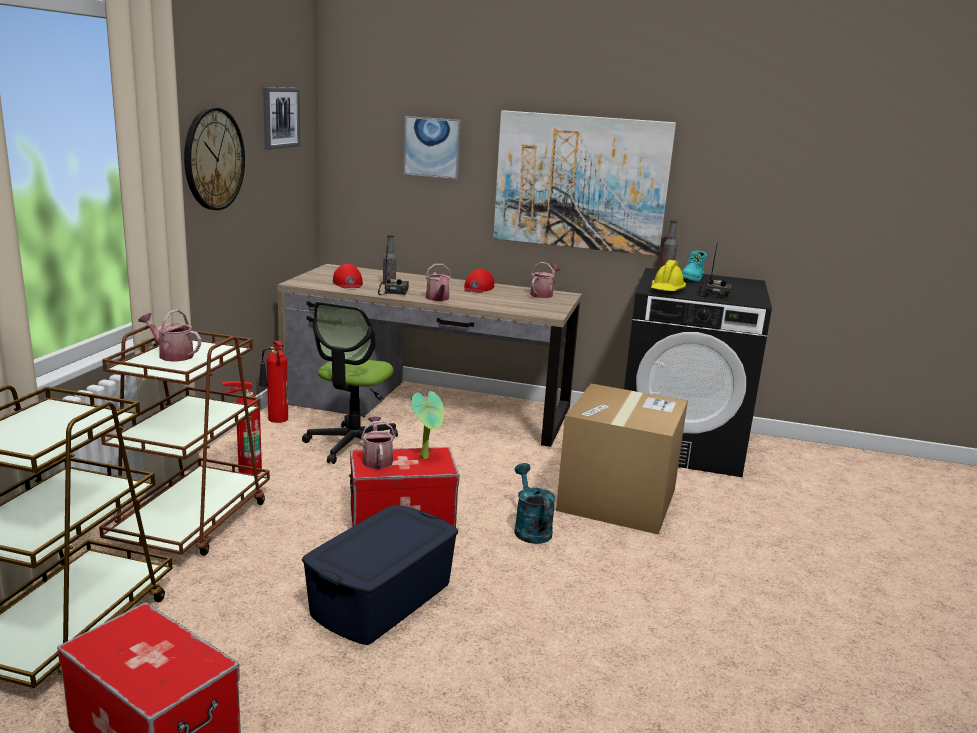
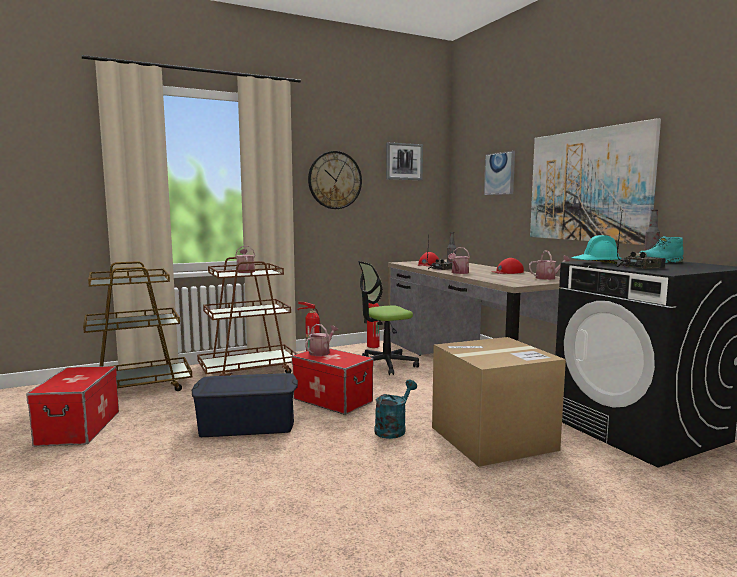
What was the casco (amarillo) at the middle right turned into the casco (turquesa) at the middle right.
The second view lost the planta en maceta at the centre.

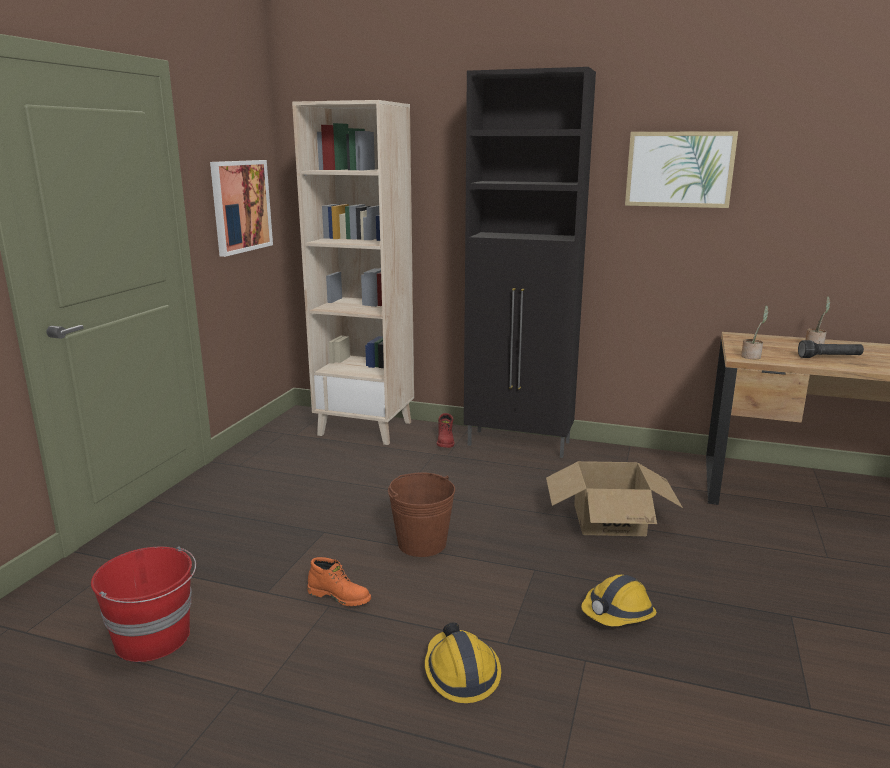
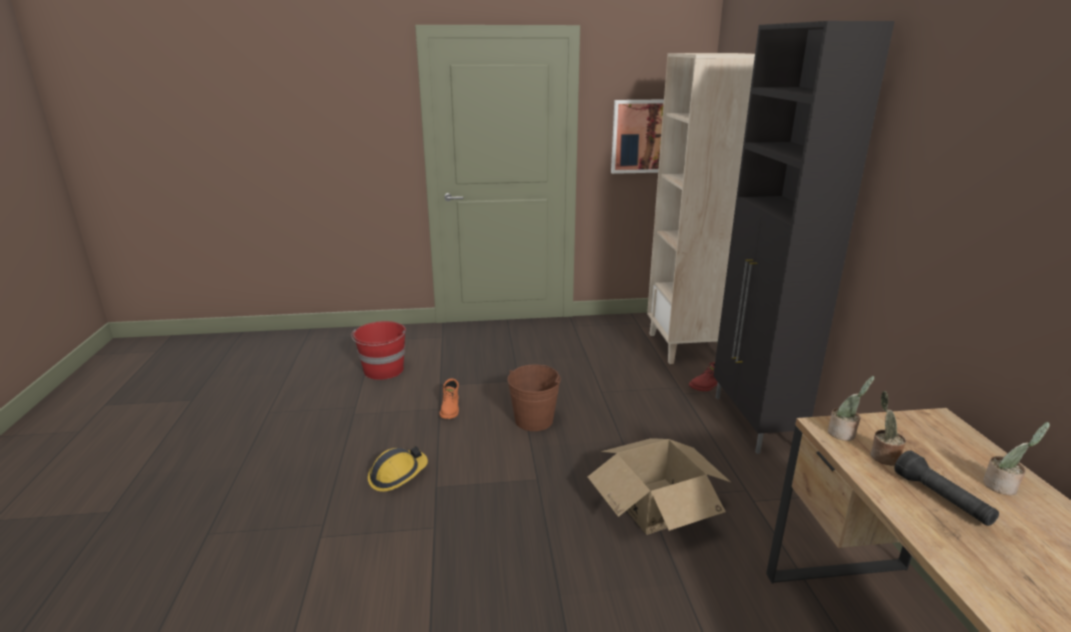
The second view lost the cuadro (no. 2 from left) at the top right.
The second view lost the casco (no. 2 from left) at the bottom right.
The second view gained the planta en maceta (no. 2 from left) at the bottom right.

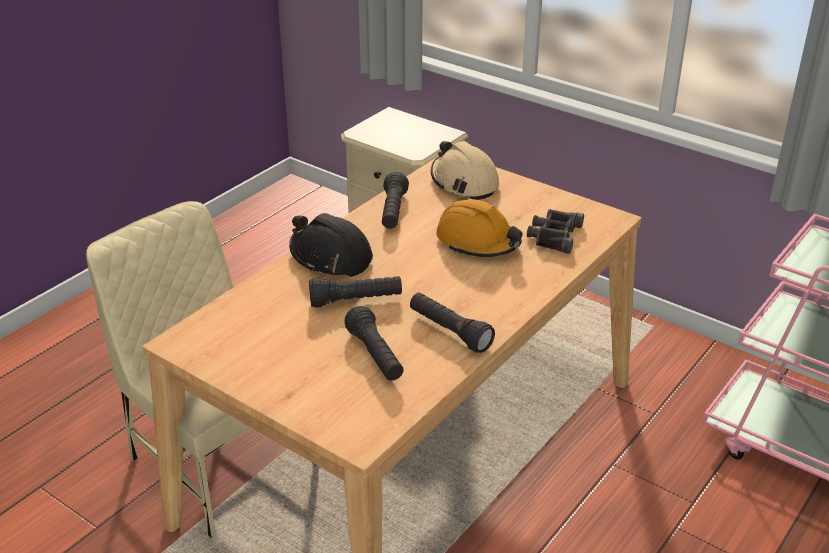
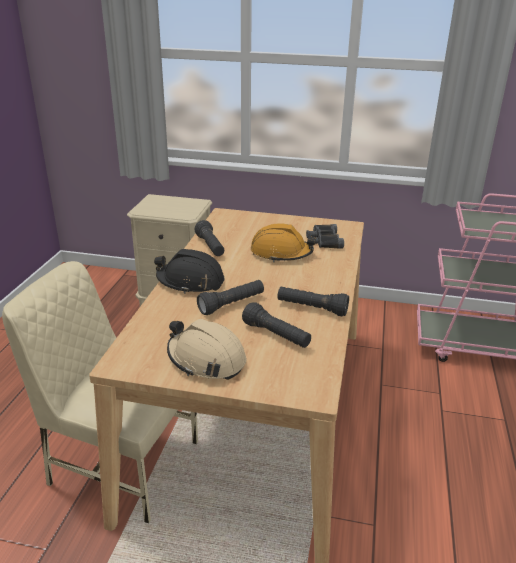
The casco (beis) ended up elsewhere, having gone from the top centre to the centre.

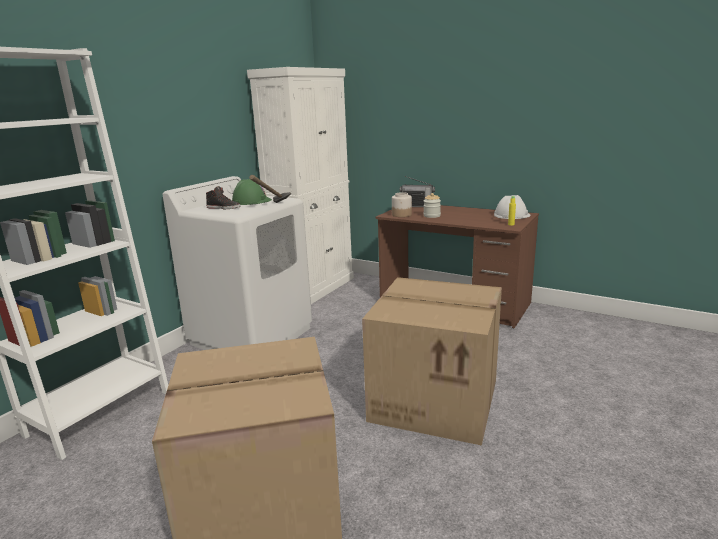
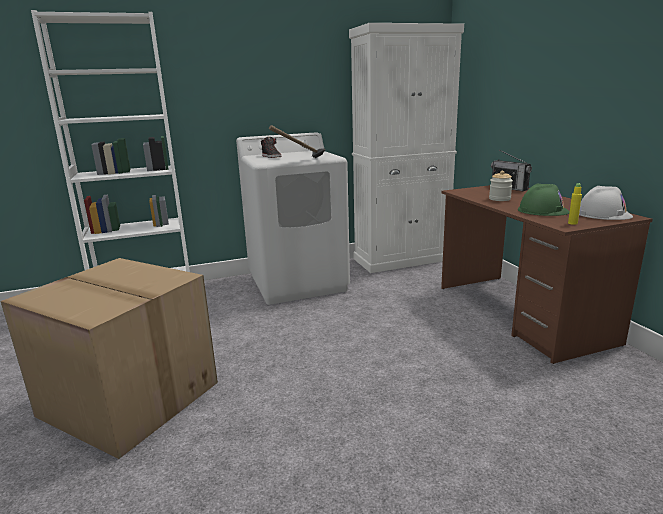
The casco (verde) ended up elsewhere, having gone from the centre to the middle right.
The second view lost the tarro (no. 1 from left) at the centre.
The second view lost the caja de cartón (no. 2 from left) at the bottom centre.

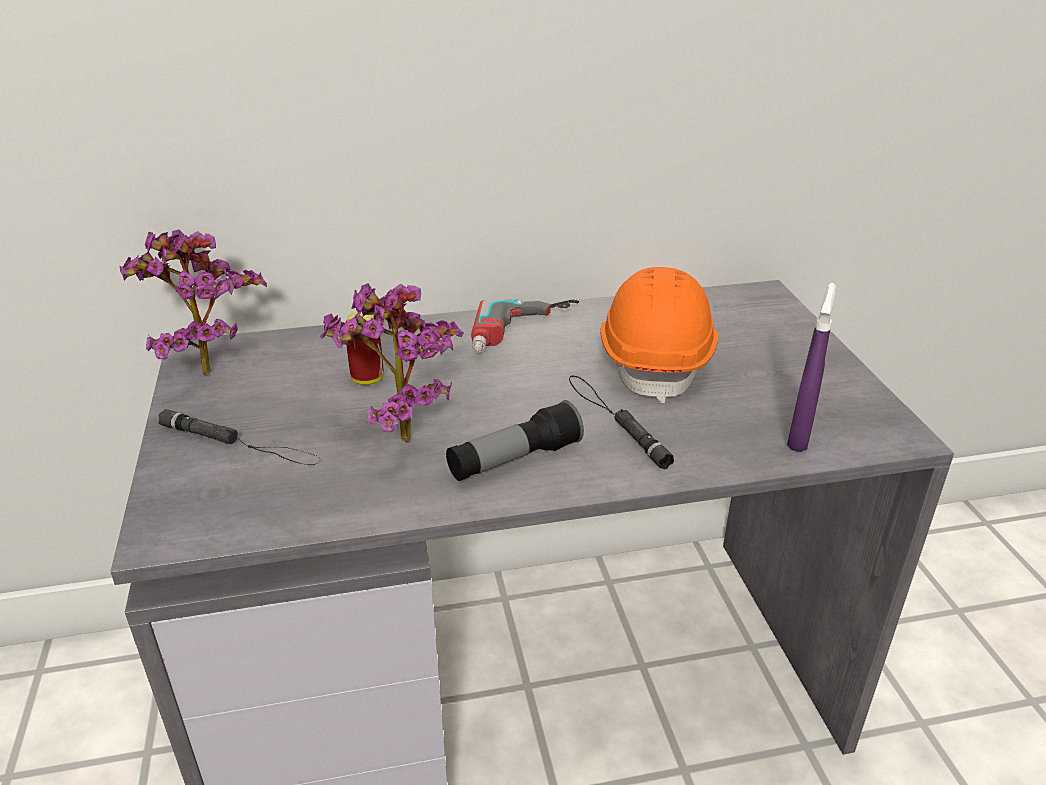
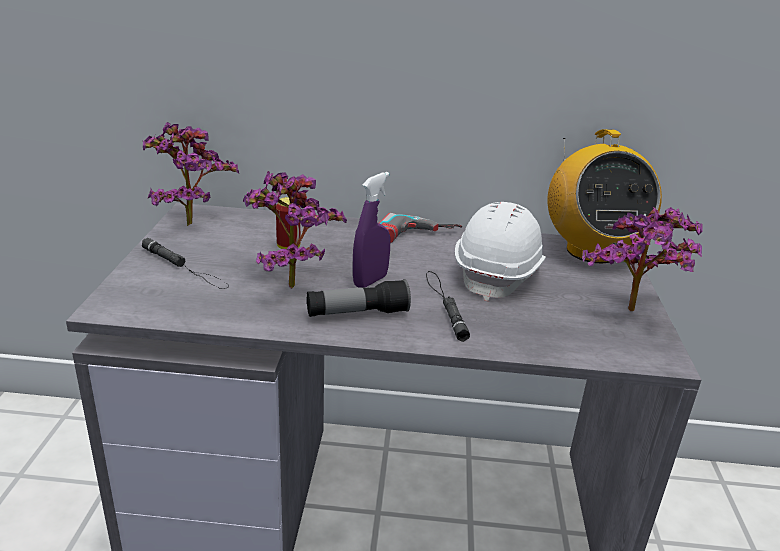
What was the casco (naranja) at the centre turned into the casco (blanco) at the centre.
The pulverizador (morado) ended up elsewhere, having gone from the middle right to the centre.
The second view gained the radio at the middle right.
The second view gained the planta en maceta (no. 3 from left) at the middle right.

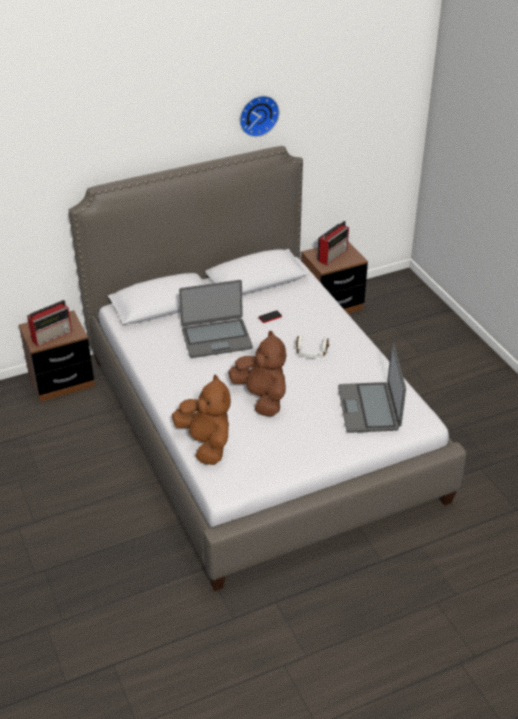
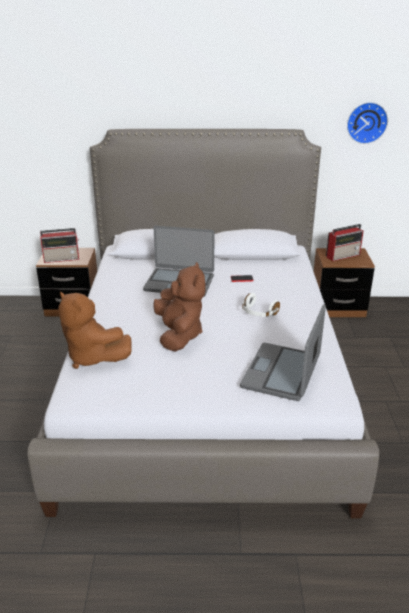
The reloj de pared ended up elsewhere, having gone from the top centre to the top right.
The peluche (marrón) (no. 1 from left) at the centre ended up facing another way, 135 degrees clockwise from before.

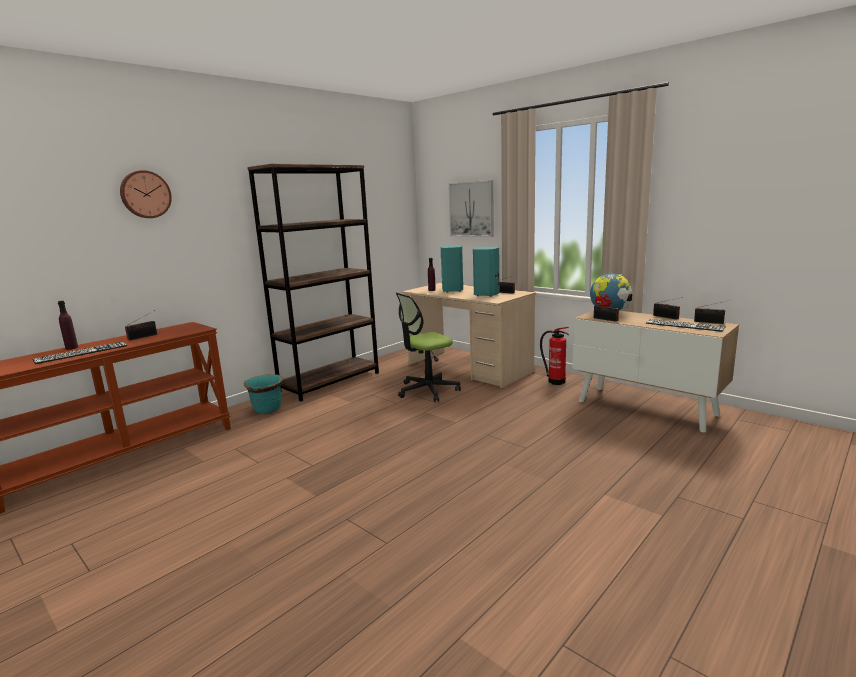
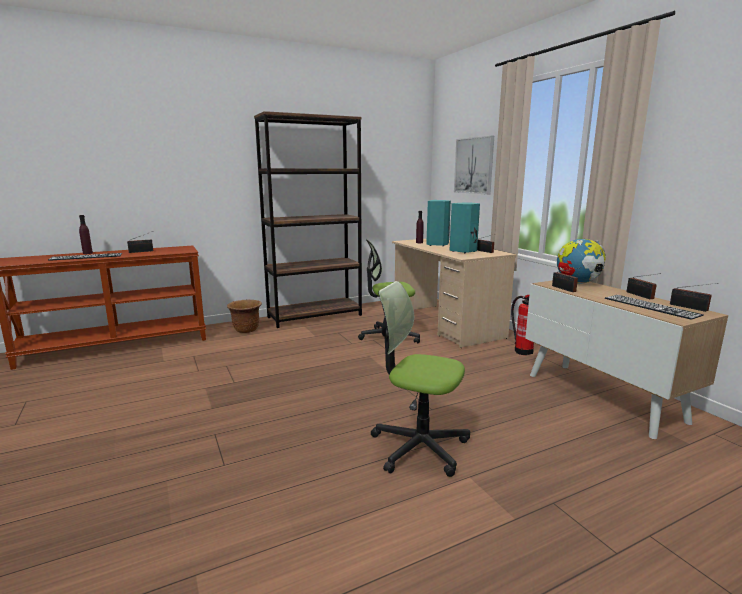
The second view lost the reloj de pared at the top left.
What was the maceta (turquesa) at the middle left turned into the maceta (marrón) at the middle left.
The second view gained the silla de oficina (no. 2 from left) at the centre.

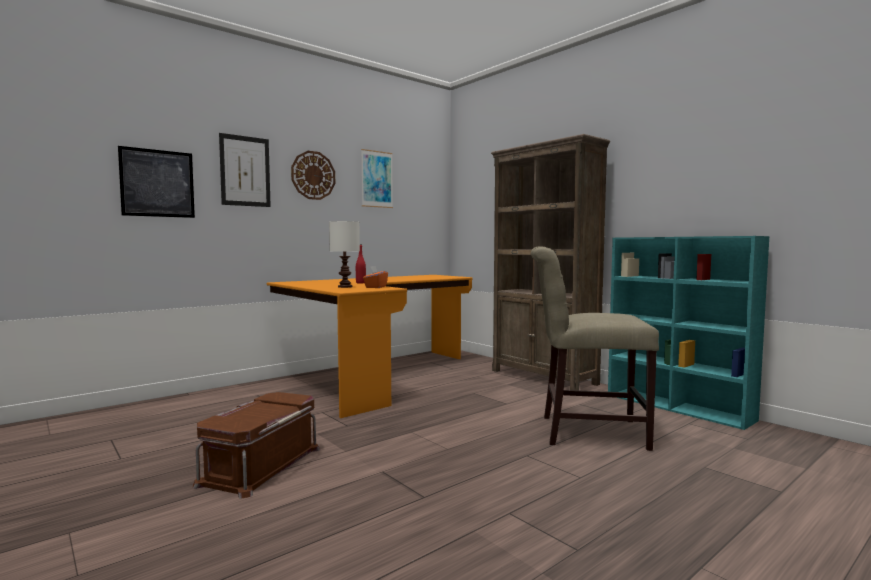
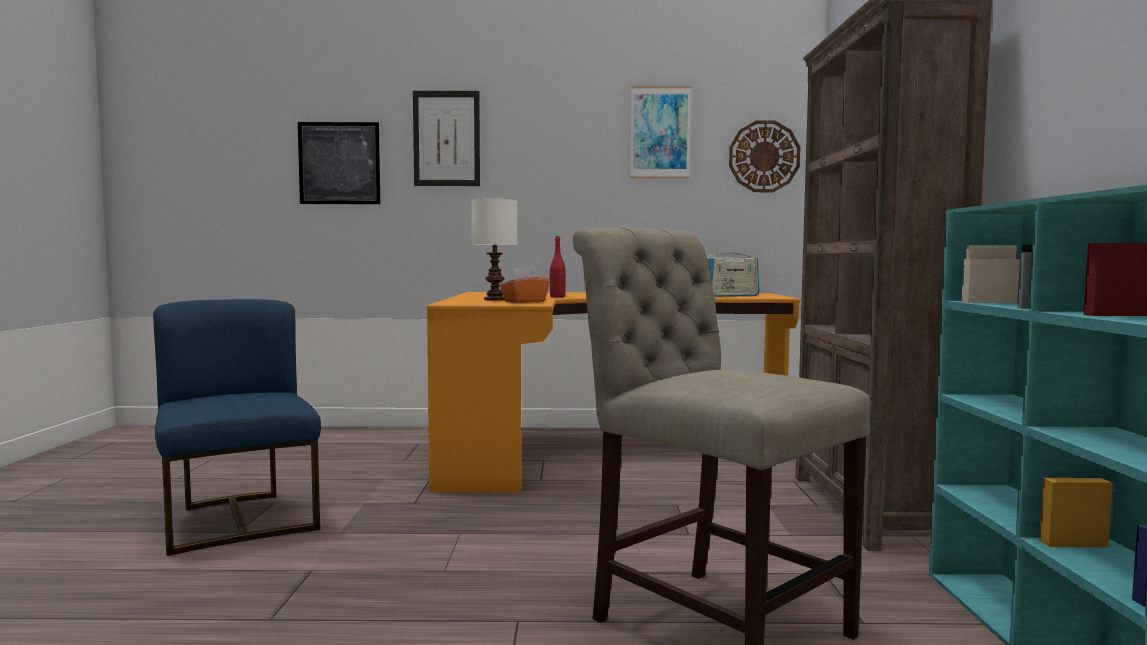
The reloj de pared ended up elsewhere, having gone from the top centre to the top right.
Where the caja de almacenaje (marrón) stood at the bottom left, the silla (azul) came to stand at the middle left.
The second view gained the radio at the centre.

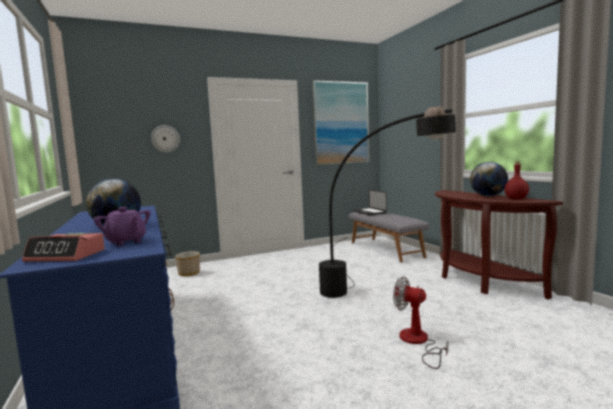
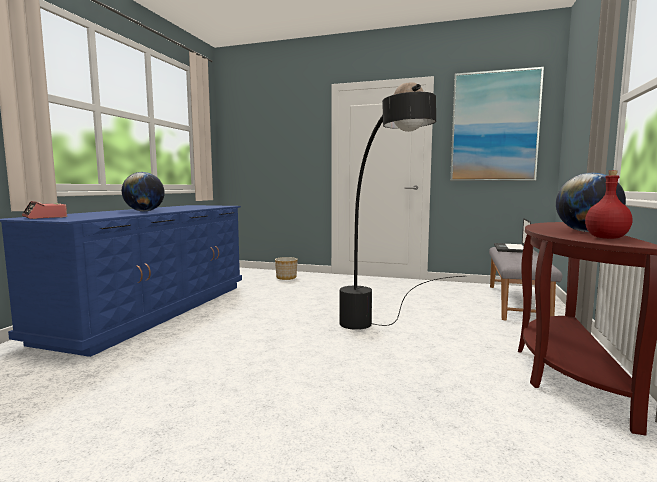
The second view lost the reloj de pared at the middle left.
The second view lost the tetera (morado) at the middle left.
The second view lost the ventilador at the bottom right.

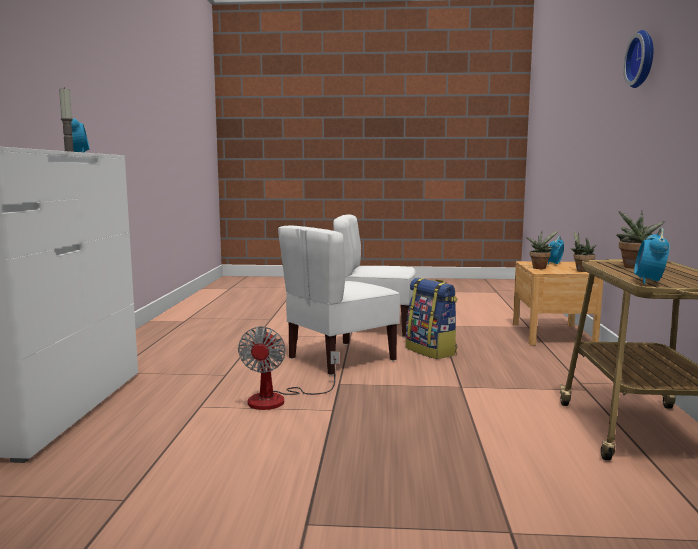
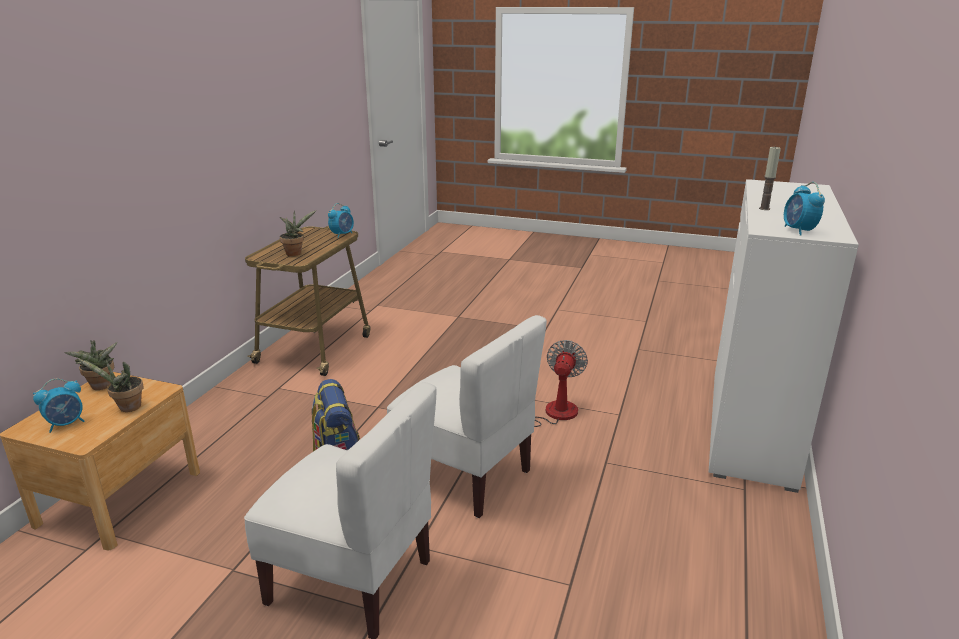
The second view lost the reloj de pared at the top right.
The silla (blanco) (no. 1 from left in the first image) at the centre ended up facing another way, 60 degrees clockwise from before.

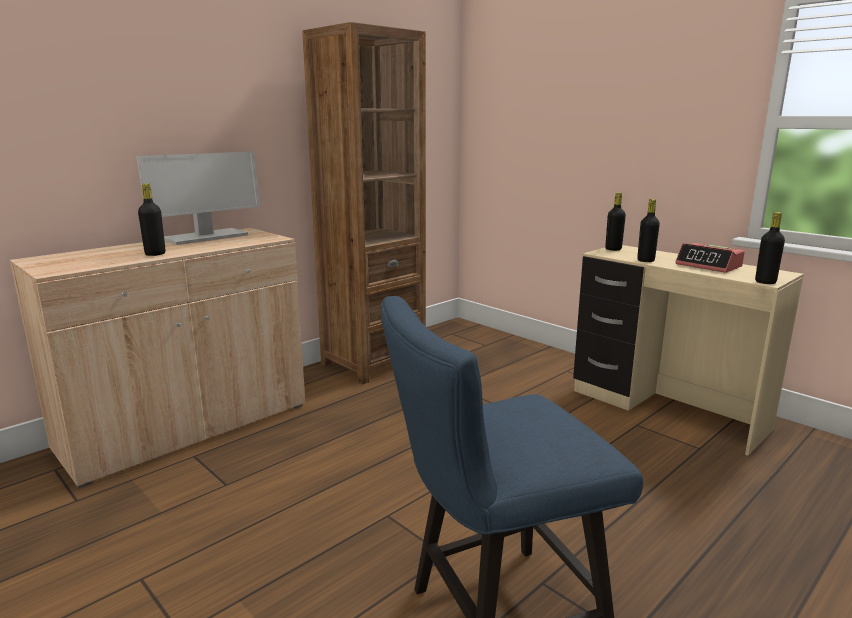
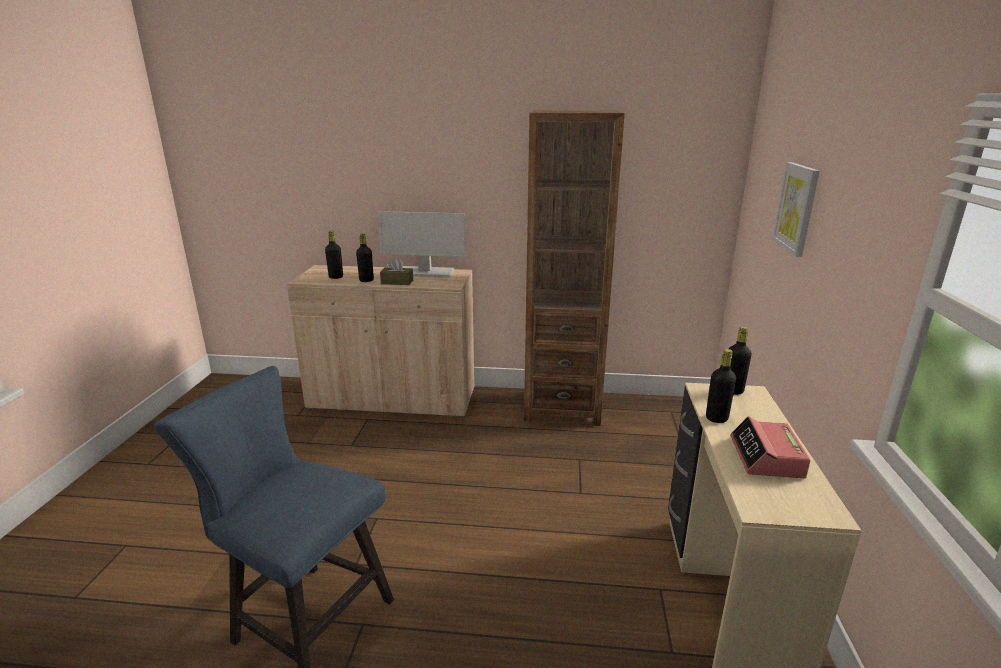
The botella (negro) (no. 4 from left in the first image) ended up elsewhere, having gone from the middle right to the centre.
The second view gained the cuadro at the top right.
The second view gained the caja de pañuelos (marrón) at the centre.

